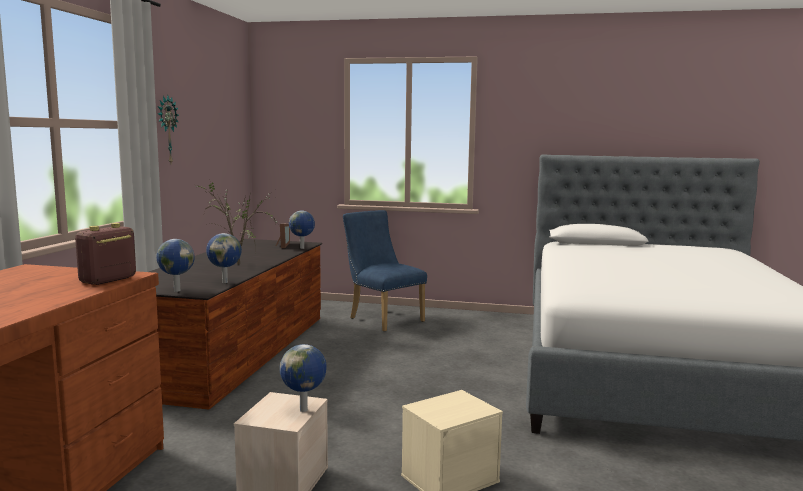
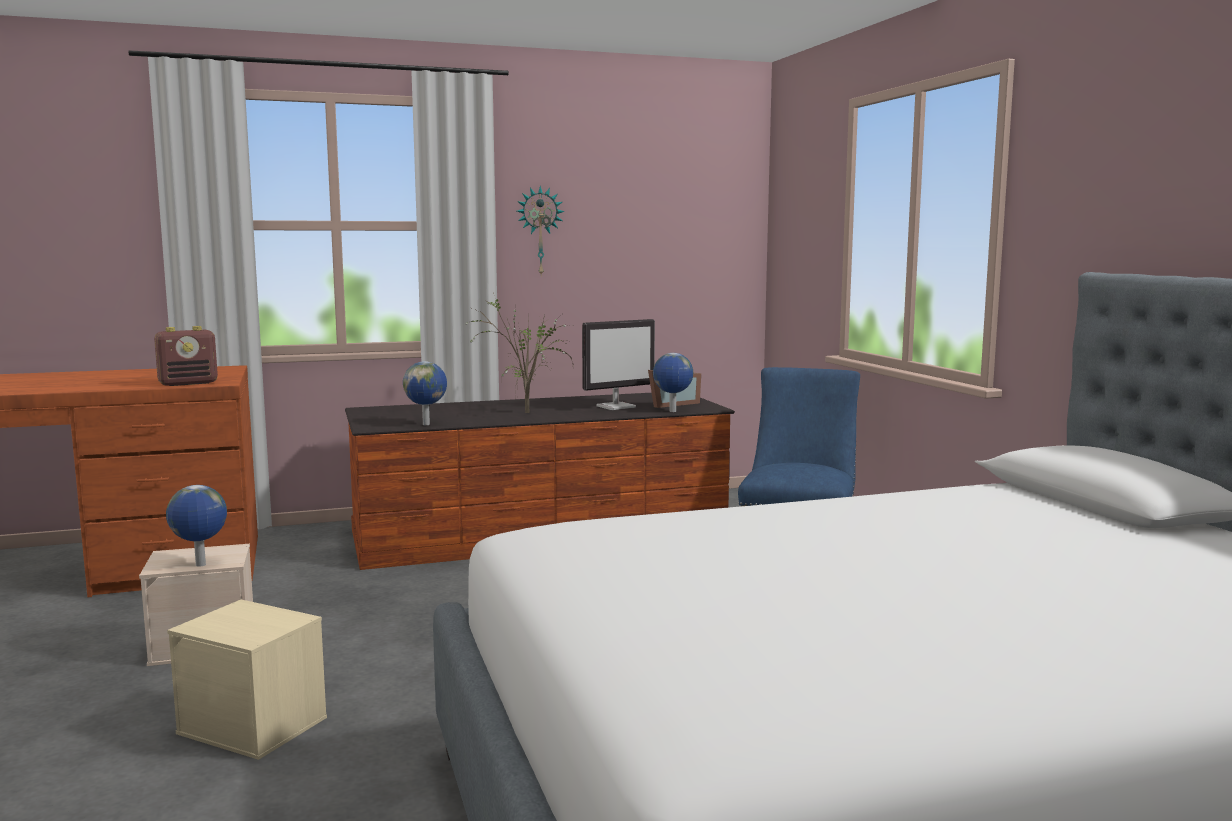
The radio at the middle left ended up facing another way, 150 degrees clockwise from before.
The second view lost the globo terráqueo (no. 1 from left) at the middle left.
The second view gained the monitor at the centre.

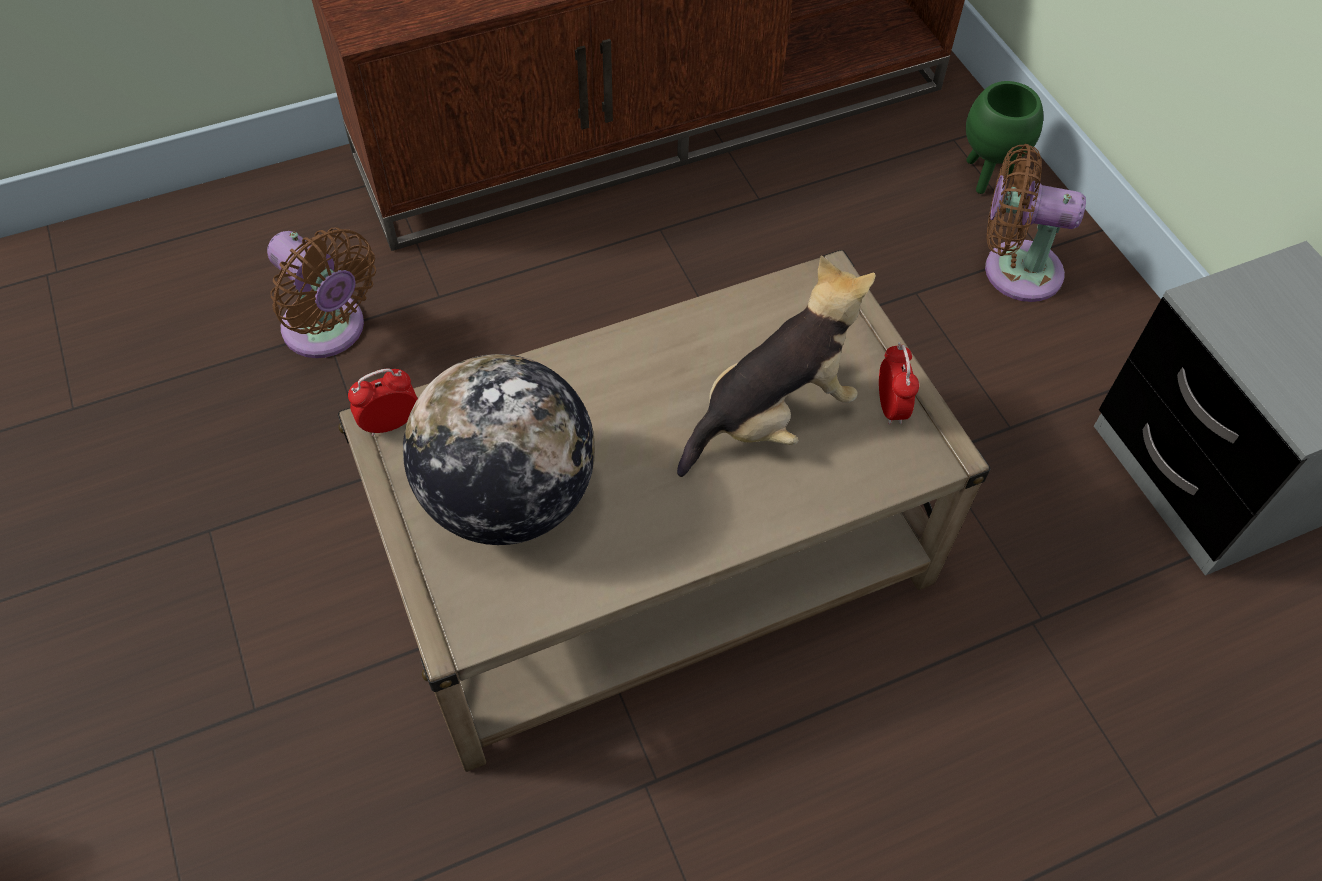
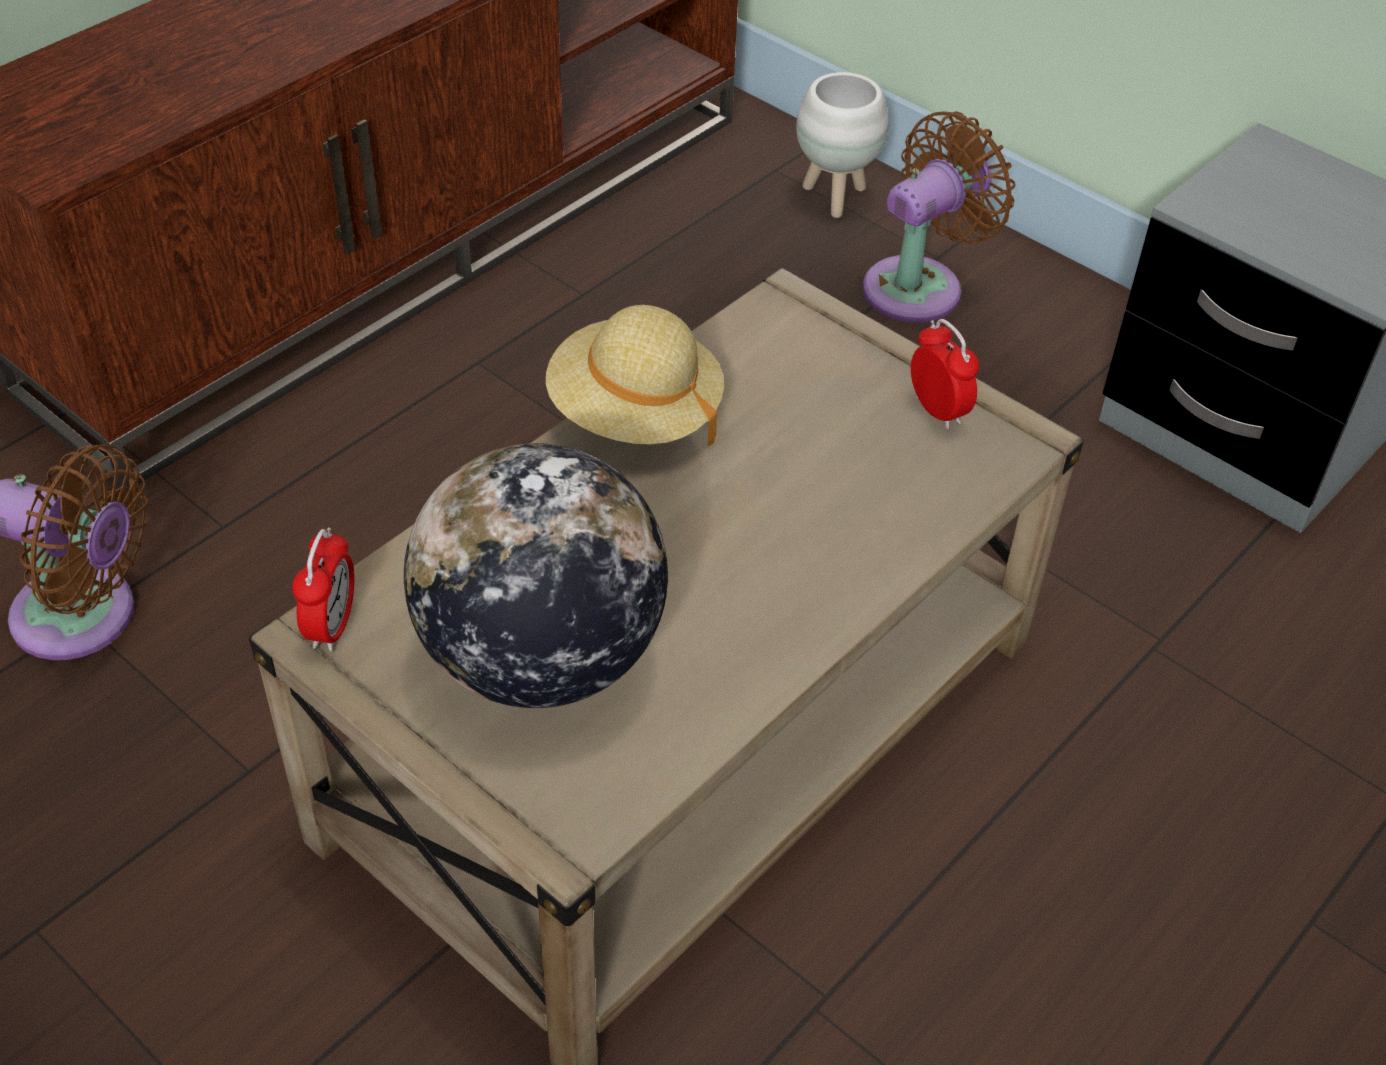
What was the maceta (verde) at the top right turned into the maceta (blanco) at the top centre.
The ventilador (marrón) (no. 2 from left) at the top right ended up facing another way, 150 degrees clockwise from before.
The second view lost the peluche at the centre.
The despertador (no. 1 from left) at the middle left ended up facing another way, 150 degrees clockwise from before.
The second view gained the sombrero (beis) at the centre.

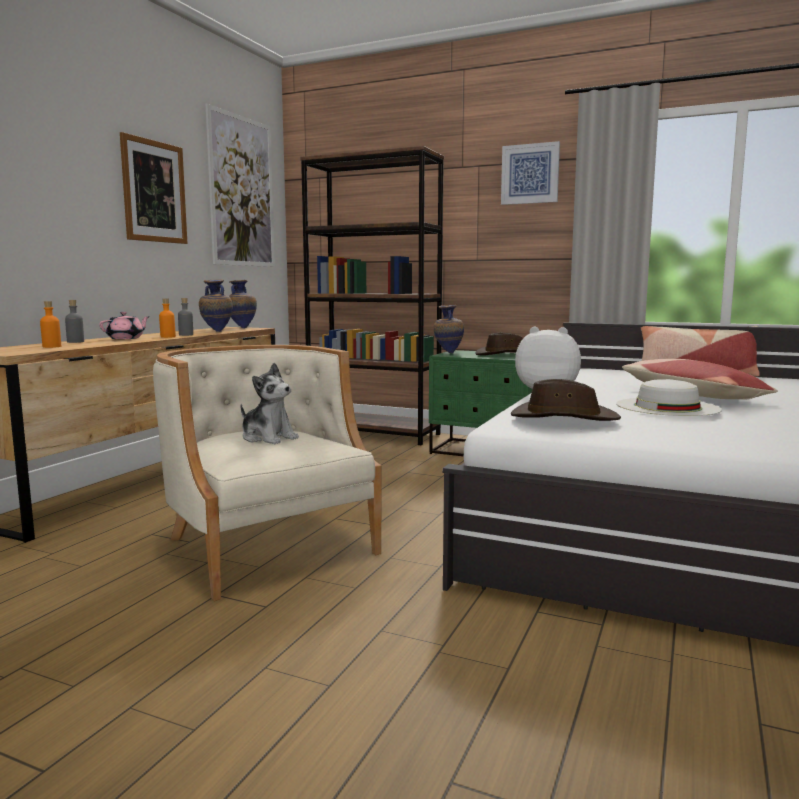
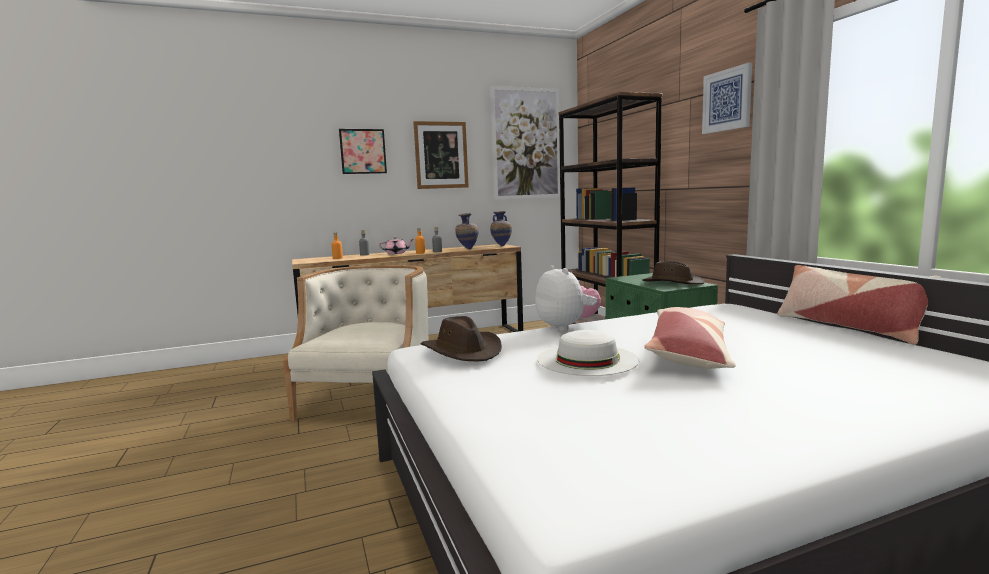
The second view lost the florero (no. 3 from left) at the centre.
The second view lost the peluche (no. 1 from left) at the centre.
The second view gained the cuadro (no. 1 from left) at the top centre.

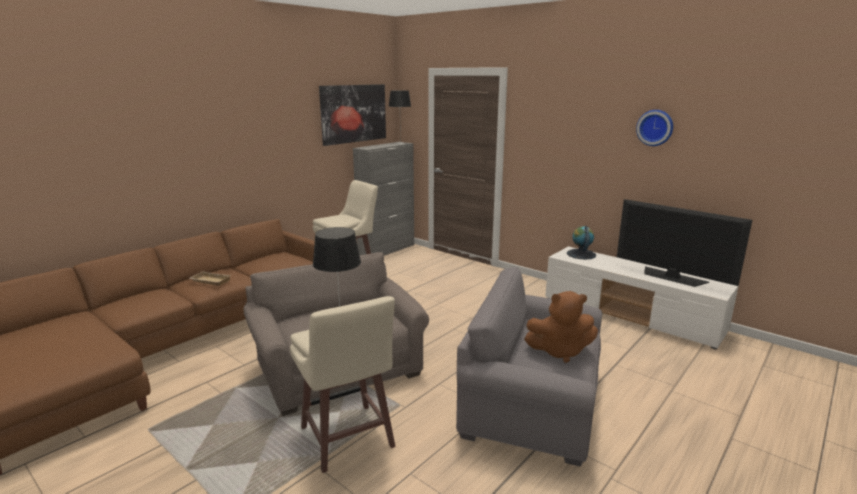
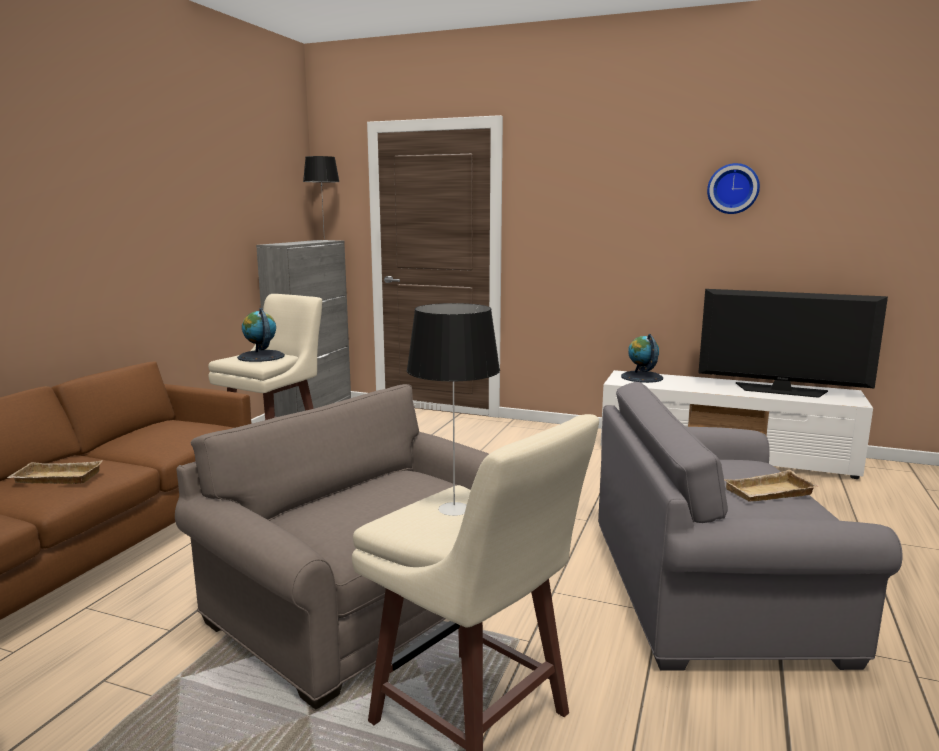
The second view lost the cuadro at the top centre.
Where the peluche (marrón) stood at the centre, the bandeja (beis) (no. 2 from left) came to stand at the middle right.
The second view gained the globo terráqueo (no. 1 from left) at the middle left.

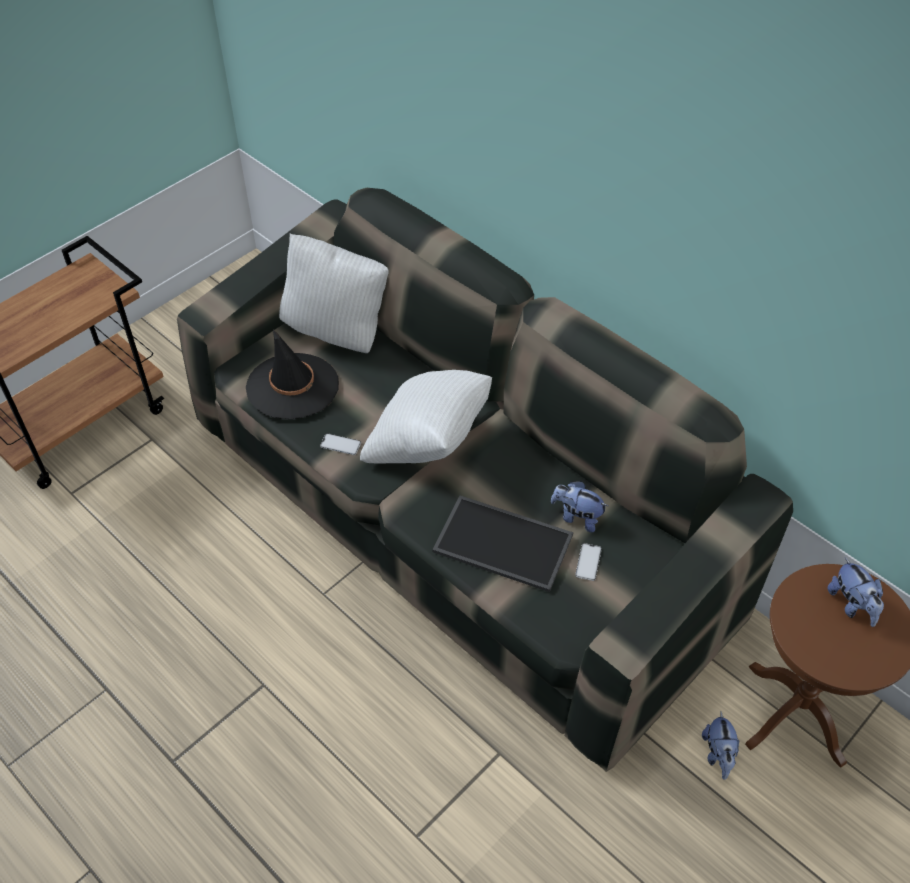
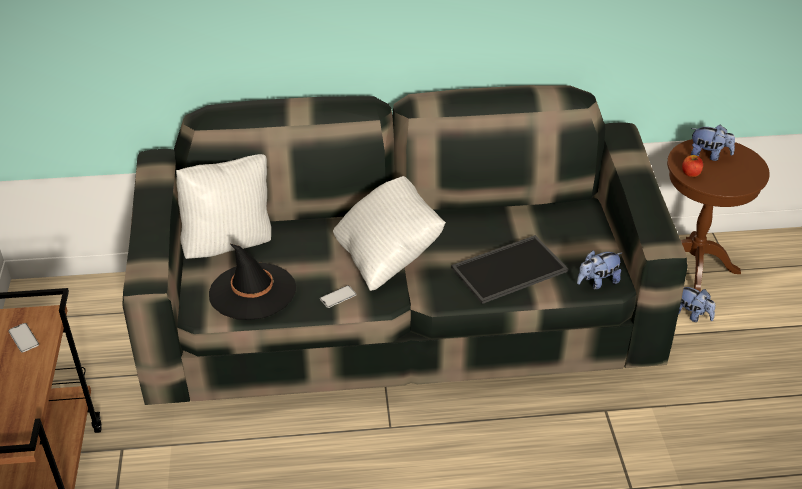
The peluche (no. 1 from left) ended up elsewhere, having gone from the centre to the middle right.
The móvil (no. 2 from left in the first image) ended up elsewhere, having gone from the centre to the bottom left.
The second view gained the manzana at the middle right.

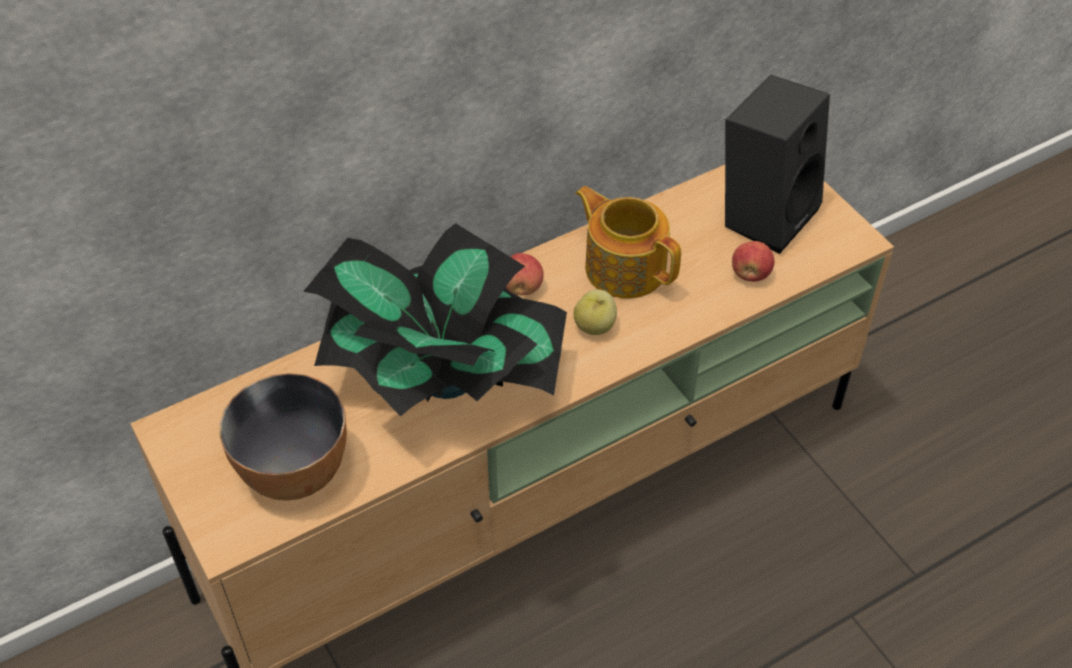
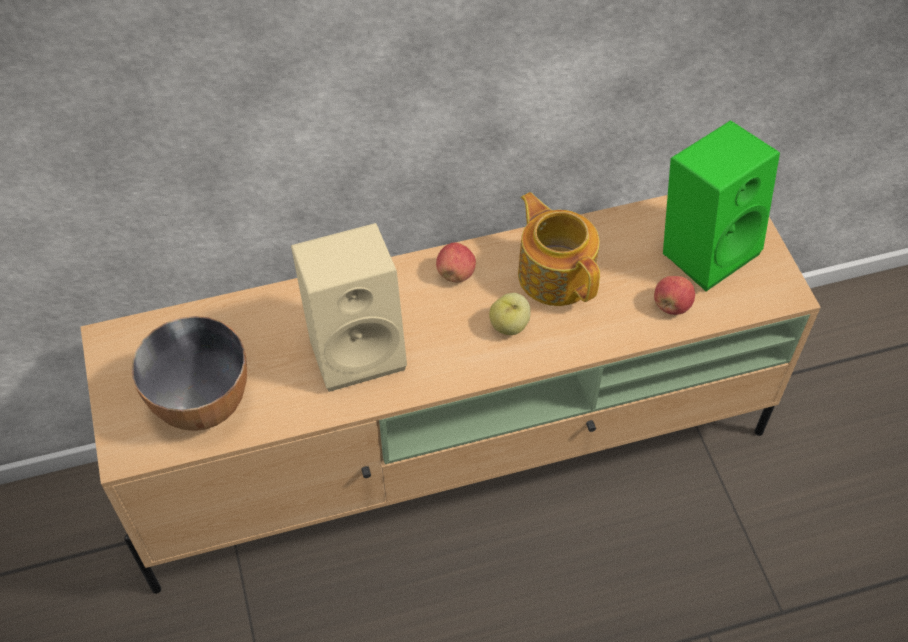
What was the altavoz (negro) at the top right turned into the altavoz (verde) at the top right.
Where the planta en maceta stood at the centre, the altavoz (beis) came to stand at the centre.

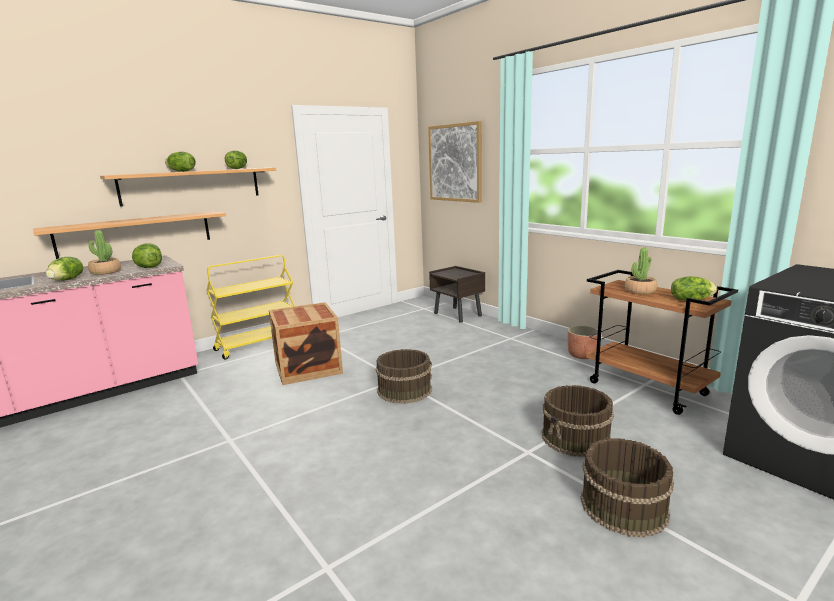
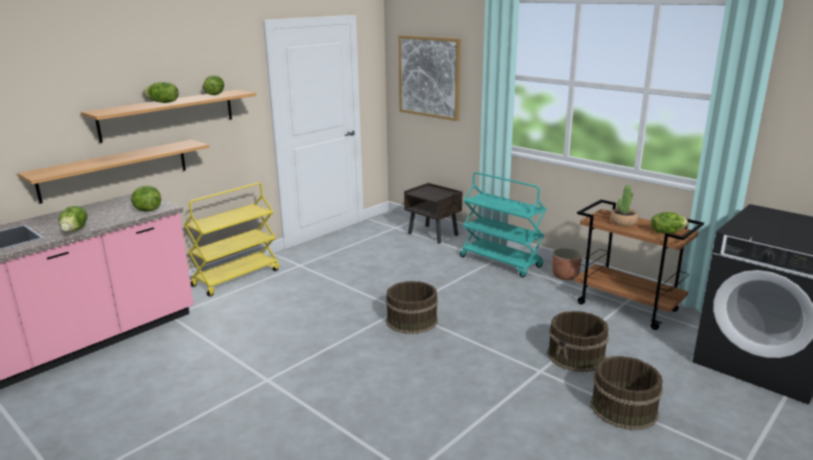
The second view lost the planta en maceta (no. 1 from left) at the middle left.
The second view lost the caja de embalaje at the centre.
The second view gained the carrito (turquesa) at the centre.

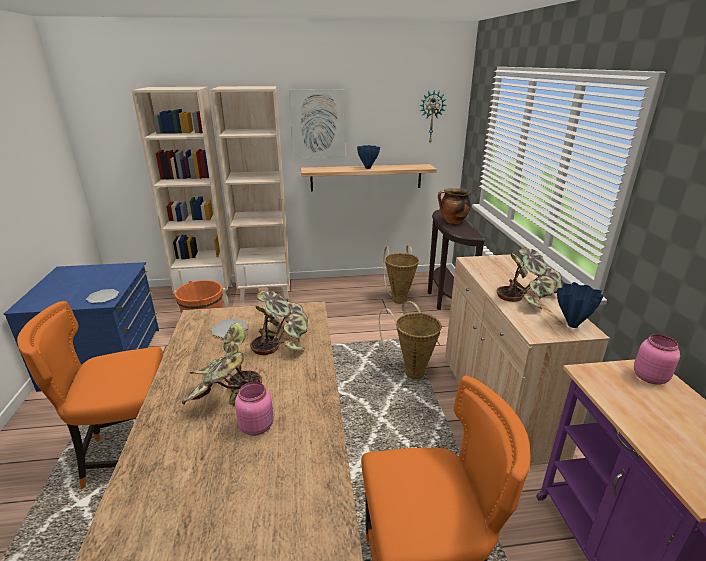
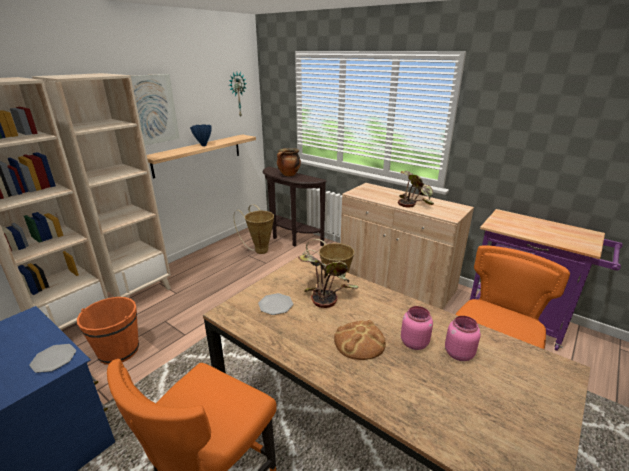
The second view lost the florero (azul) (no. 2 from left) at the middle right.
Where the planta en maceta (no. 1 from left) stood at the middle left, the pan came to stand at the bottom centre.
The tarro (rosa) (no. 2 from left) ended up elsewhere, having gone from the middle right to the bottom right.

